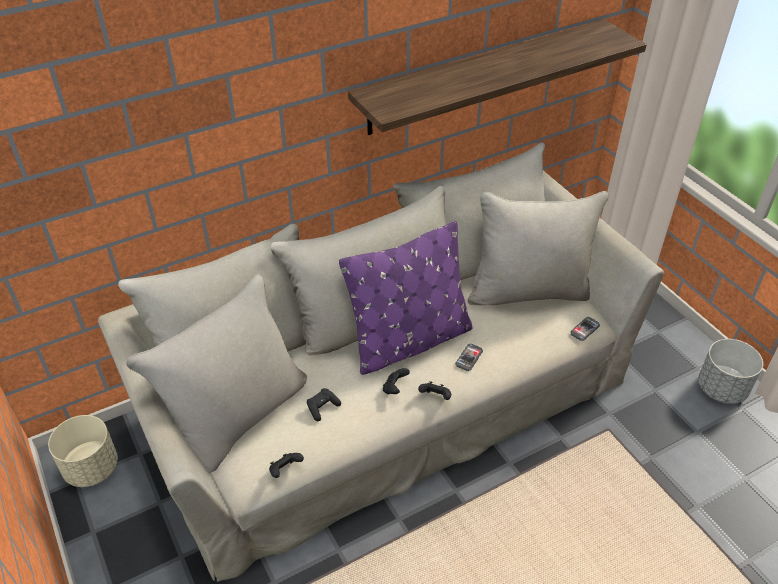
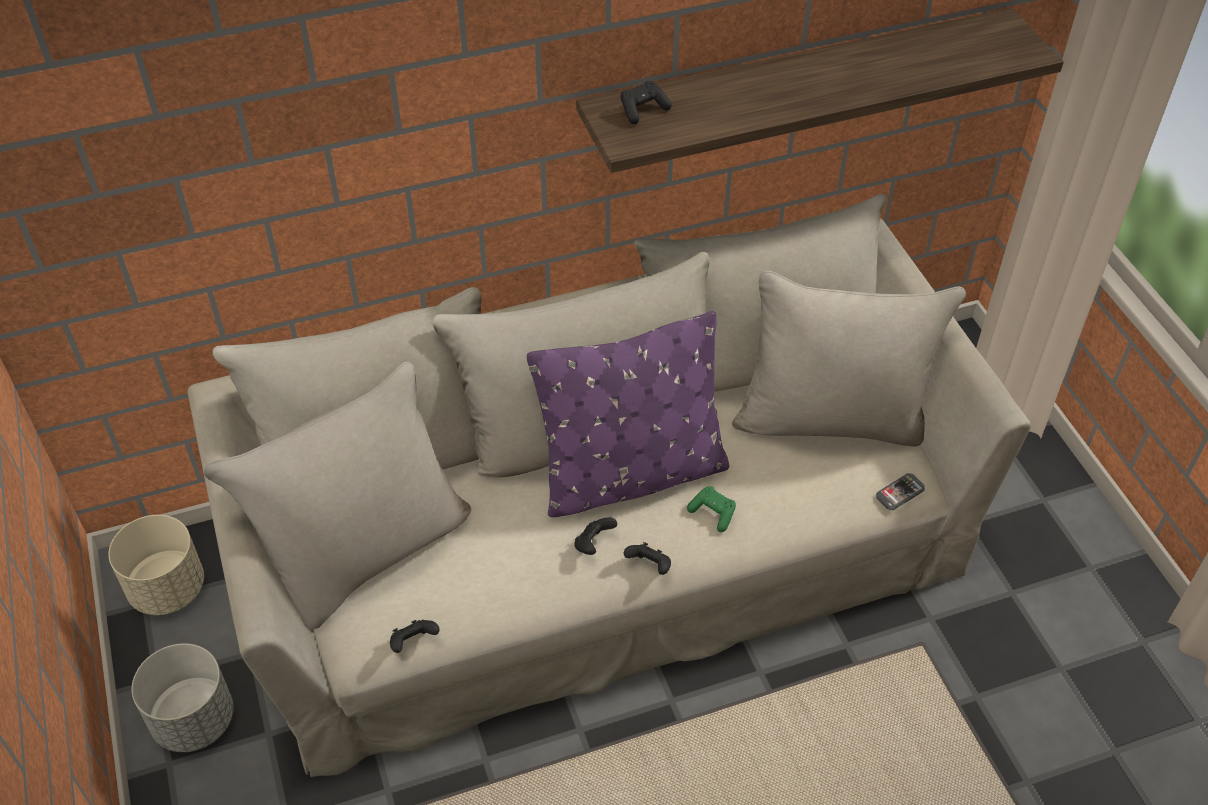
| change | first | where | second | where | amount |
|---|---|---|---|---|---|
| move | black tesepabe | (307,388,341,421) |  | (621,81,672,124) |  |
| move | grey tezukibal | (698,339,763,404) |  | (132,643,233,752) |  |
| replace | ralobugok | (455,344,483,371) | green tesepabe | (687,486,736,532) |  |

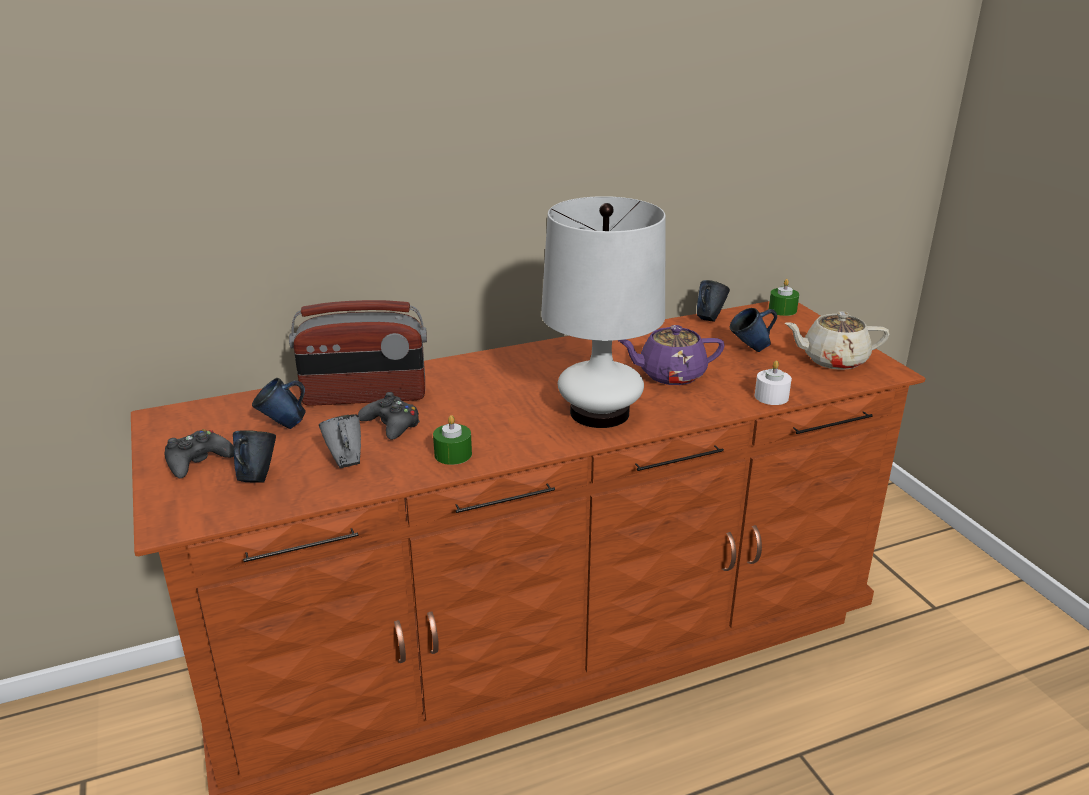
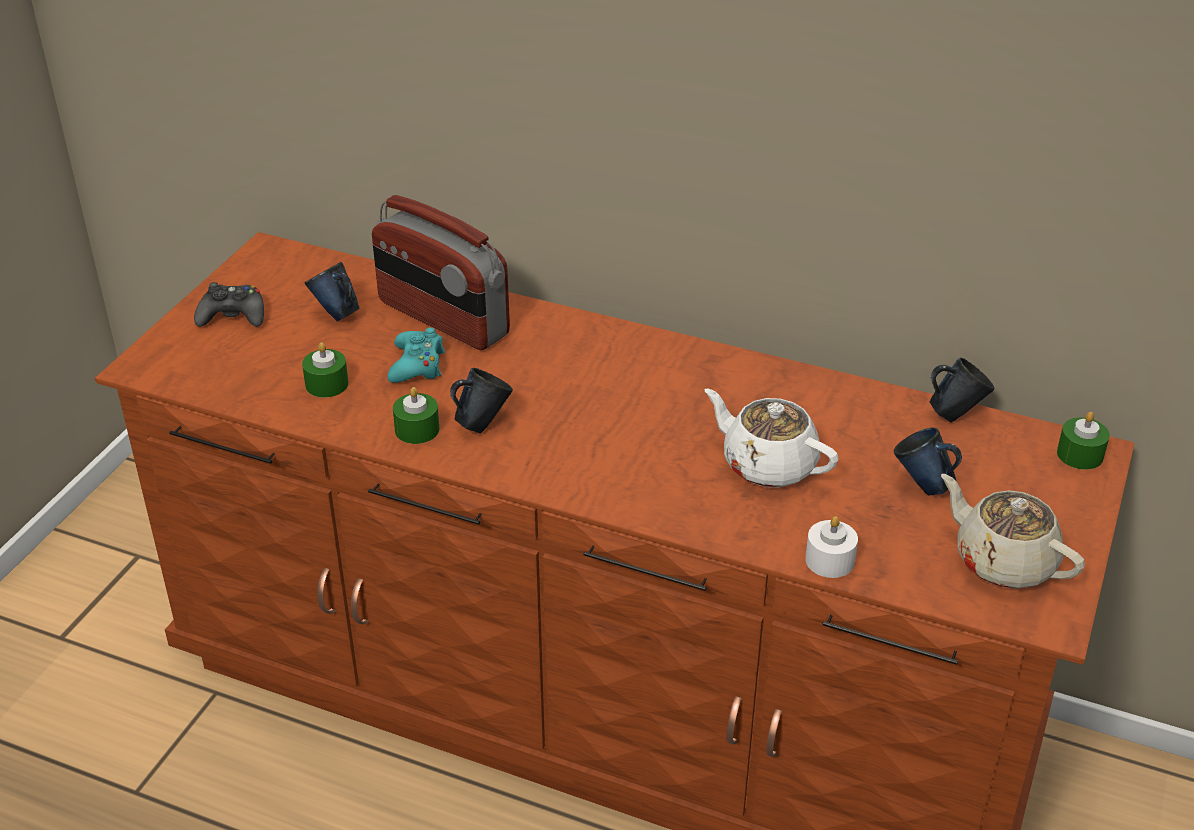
| change | first | where | second | where | amount |
|---|---|---|---|---|---|
| delete | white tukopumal | (541,196,665,428) |  |  |  |
| move | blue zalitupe | (233,430,276,483) |  | (450,368,513,434) |  |
| replace | grey zalitupe | (319,414,361,468) | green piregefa | (302,342,349,398) |  |
| recolor | black tesepabe | (358,392,420,440) | turquoise tesepabe | (387,327,445,383) |  |
| recolor | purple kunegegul | (618,325,725,385) | white kunegegul | (704,389,839,488) |  |

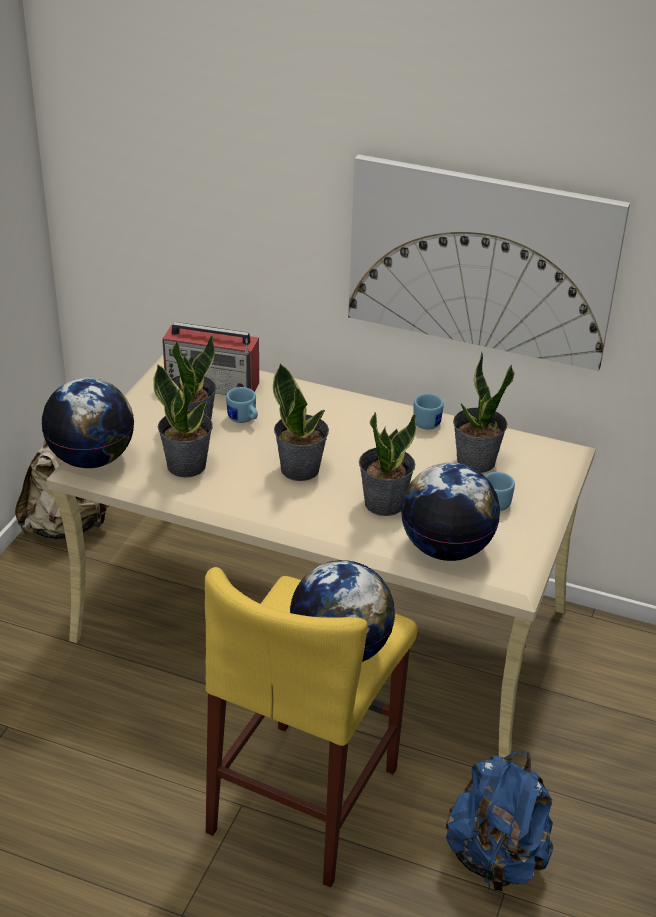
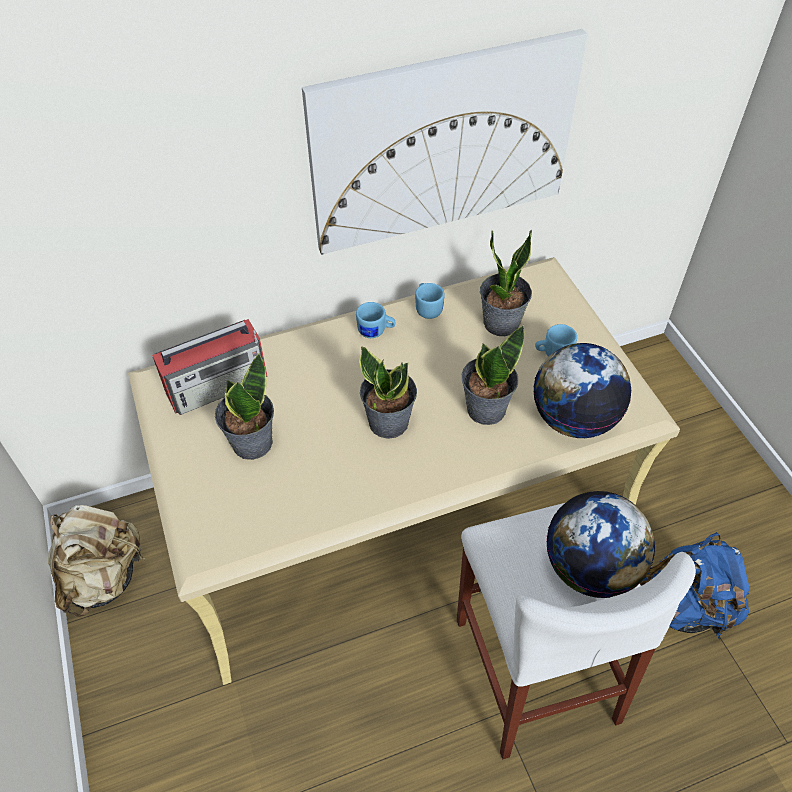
| change | first | where | second | where | amount |
|---|---|---|---|---|---|
| delete | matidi | (41,378,134,468) |  |  |  |
| delete | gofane | (153,364,213,477) |  |  |  |
| move | blue zalitupe | (226,387,258,423) |  | (356,302,396,338) |  |
| recolor | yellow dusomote | (205,567,417,887) | white dusomote | (457,503,696,759) |  |

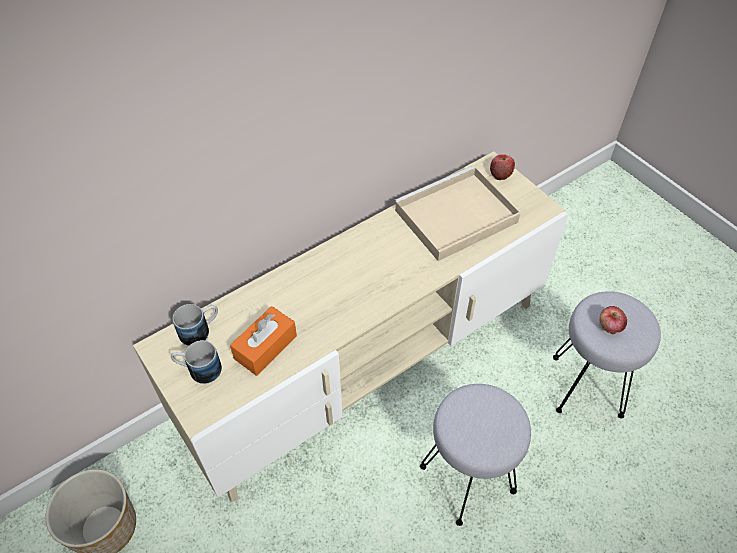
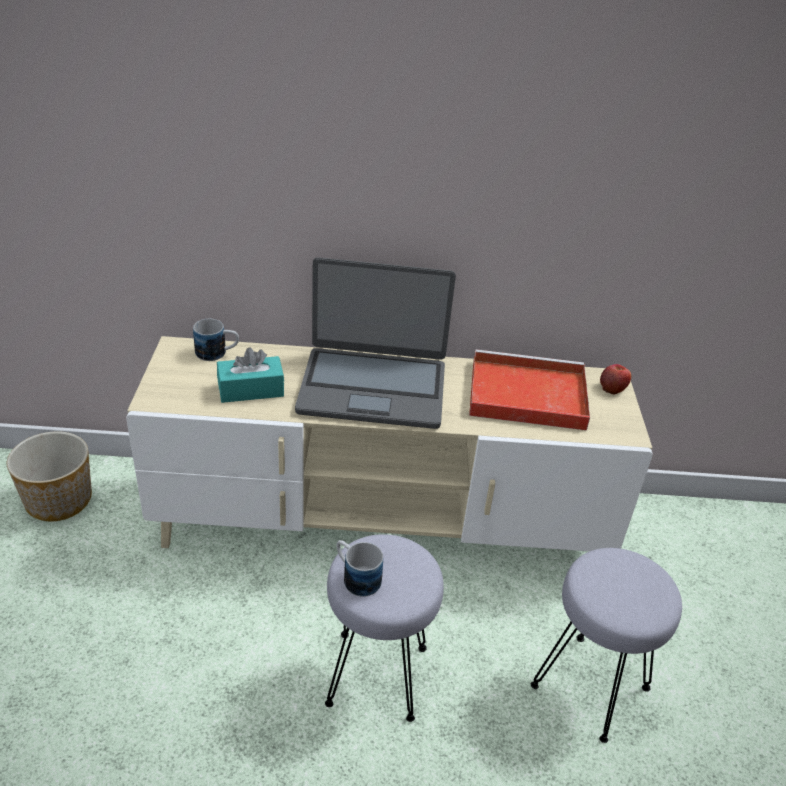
| change | first | where | second | where | amount |
|---|---|---|---|---|---|
| delete | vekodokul | (599,306,627,335) |  |  |  |
| insert |  |  | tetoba | (295,257,456,429) |  |
| move | zalitupe | (171,340,222,384) |  | (336,540,383,597) |  |
| recolor | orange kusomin | (230,306,297,376) | turquoise kusomin | (217,347,284,403) |  |
| recolor | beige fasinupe | (394,166,521,261) | red fasinupe | (469,349,590,431) |  |

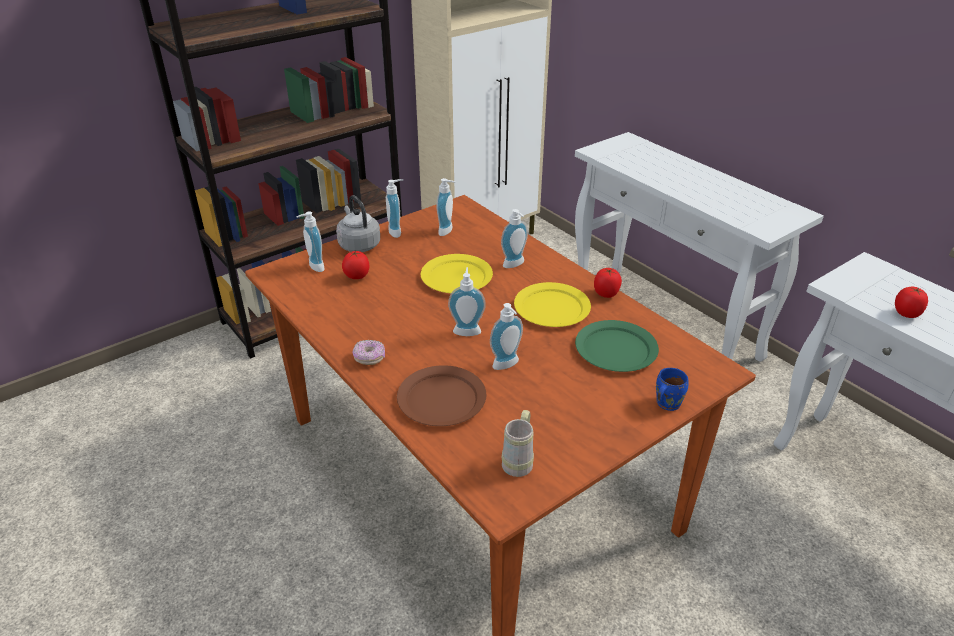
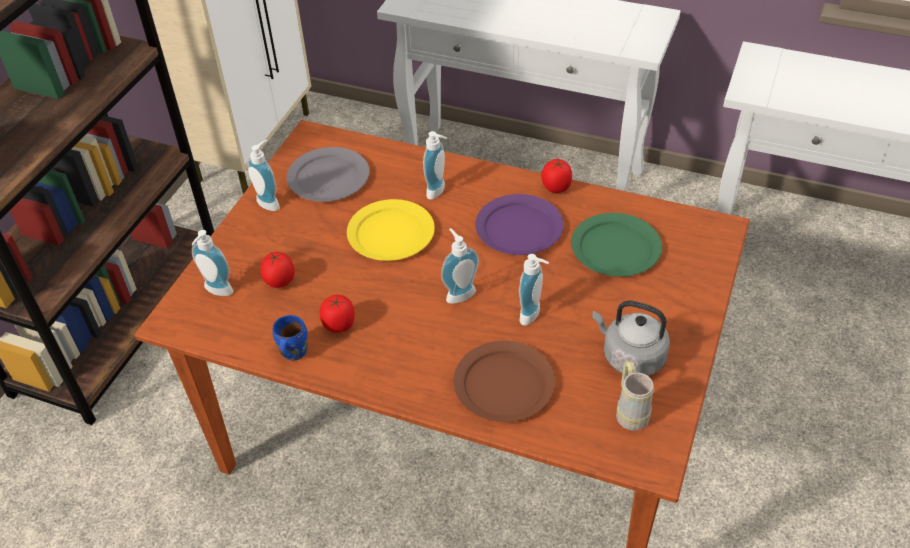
| change | first | where | second | where | amount |
|---|---|---|---|---|---|
| delete | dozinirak | (352,340,385,365) |  |  |  |
| move | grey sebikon | (336,195,380,252) |  | (592,301,670,376) |  |
| move | blue zalitupe | (656,368,688,411) |  | (272,315,308,360) |  |
| move | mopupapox | (895,287,928,318) |  | (320,294,355,333) |  |
| replace | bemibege | (436,178,455,236) | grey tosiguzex | (287,147,370,202) |  |
| recolor | yellow tosiguzex | (514,282,591,327) | purple tosiguzex | (475,194,564,255) |  |

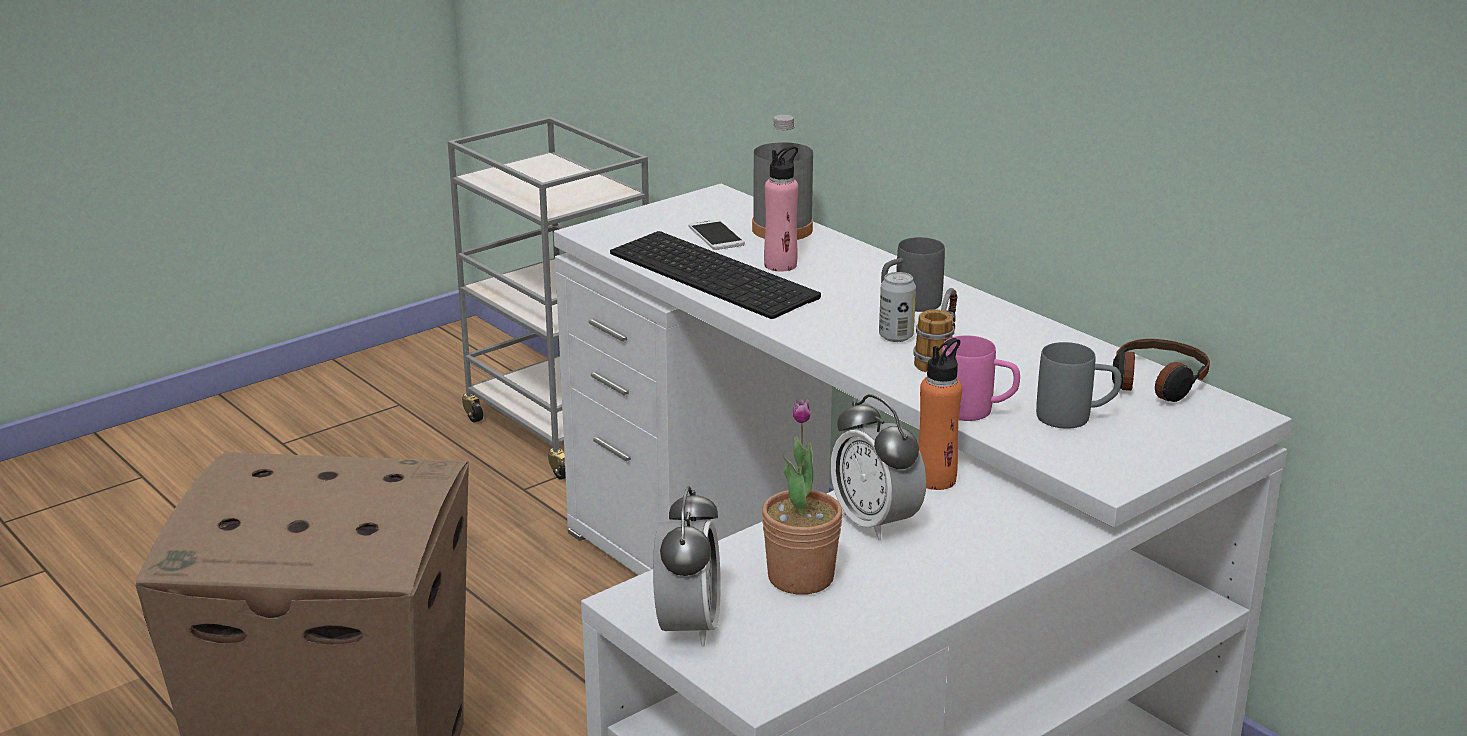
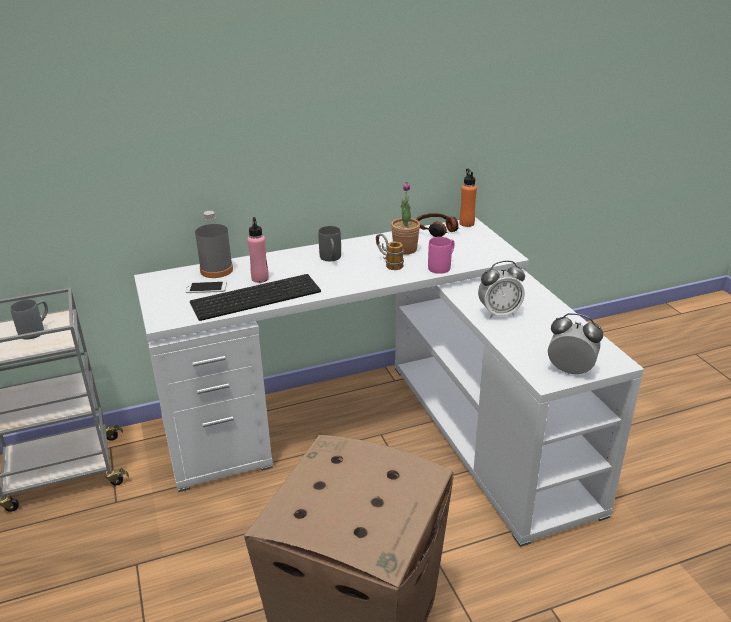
| change | first | where | second | where | amount |
|---|---|---|---|---|---|
| delete | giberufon | (879,272,916,342) |  |  |  |
| move | gofane | (762,399,843,594) |  | (391,182,420,255) |  |
| move | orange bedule | (918,338,962,490) |  | (460,169,477,227) |  |
| move | grey zalitupe | (1036,342,1121,429) |  | (10,299,48,340) |  |

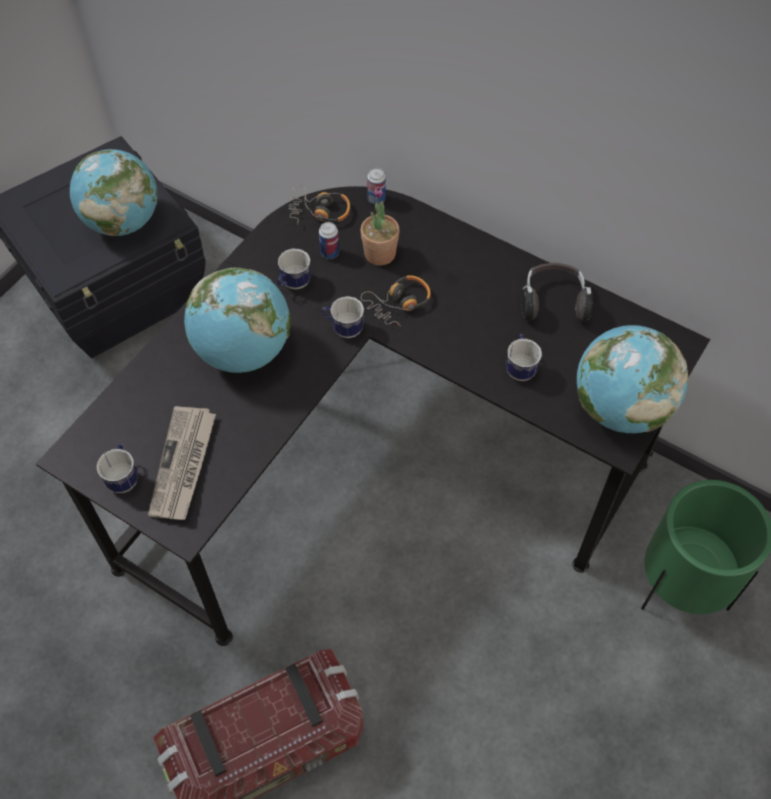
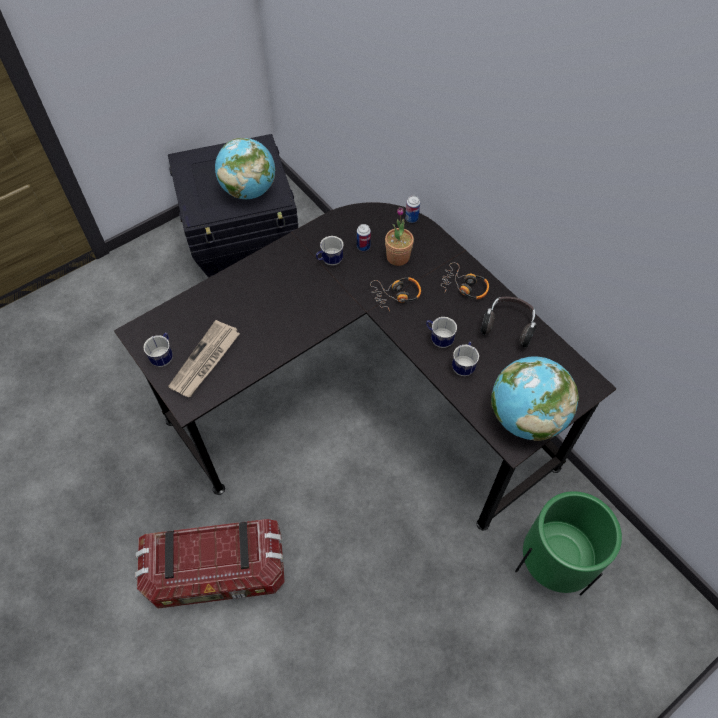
| change | first | where | second | where | amount |
|---|---|---|---|---|---|
| delete | matidi | (184,268,290,373) |  |  |  |
| move | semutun | (289,185,350,225) |  | (441,263,489,300) |  |
| move | zalitupe | (322,296,364,338) |  | (426,317,457,348) |  |

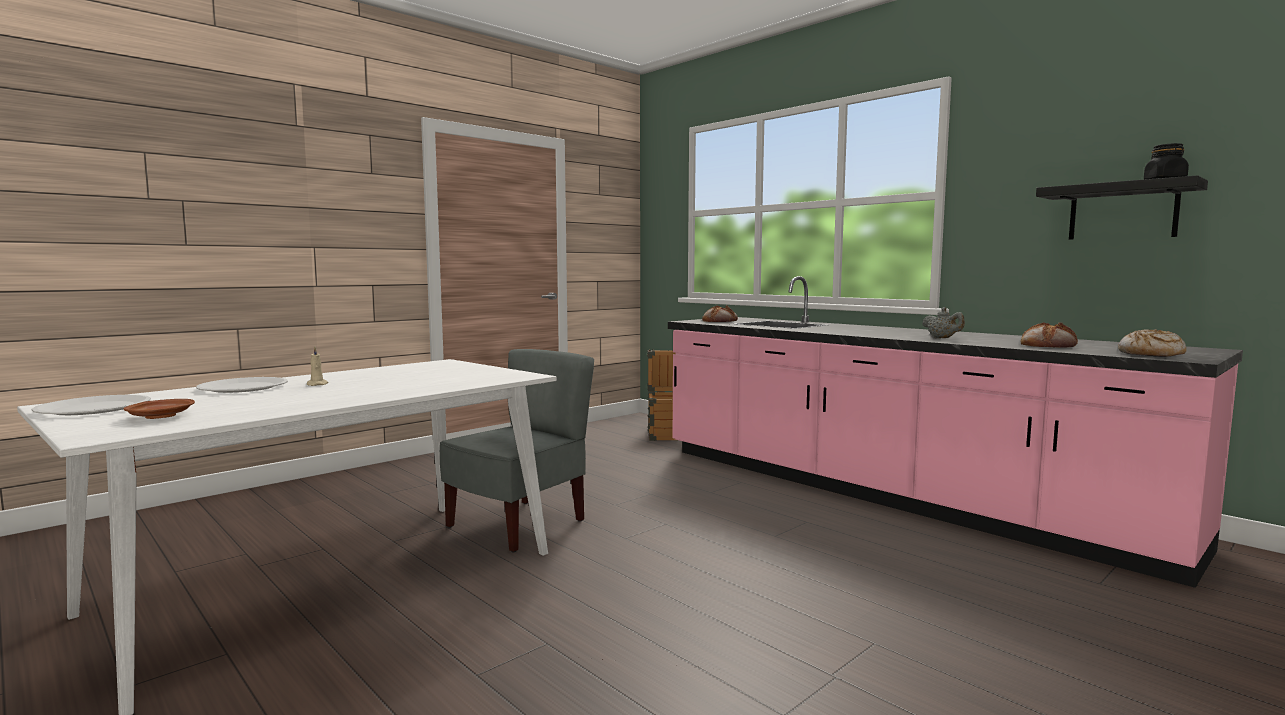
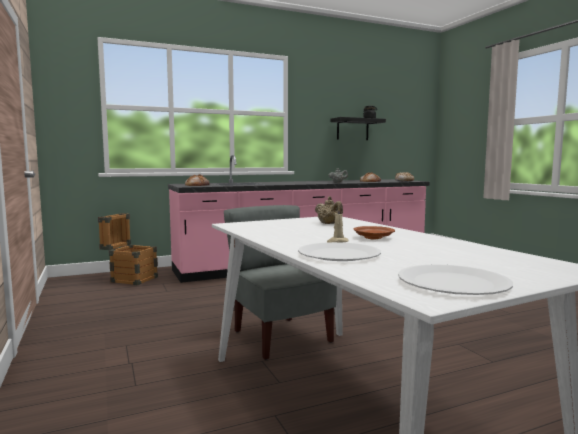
| change | first | where | second | where | amount |
|---|---|---|---|---|---|
| insert |  |  | beige kunegegul | (315,196,343,224) |  |
| move | brown tosiguzex | (124,399,195,419) |  | (354,226,395,240) |  |

